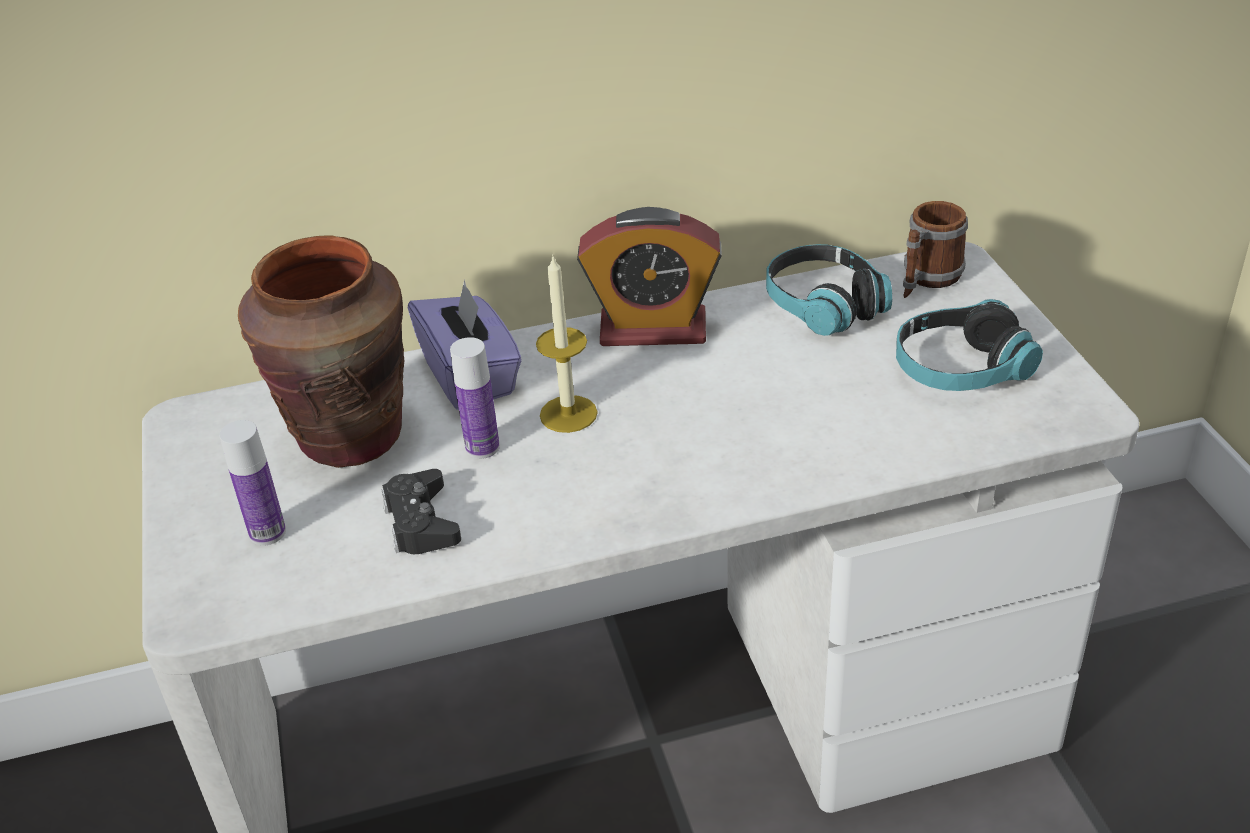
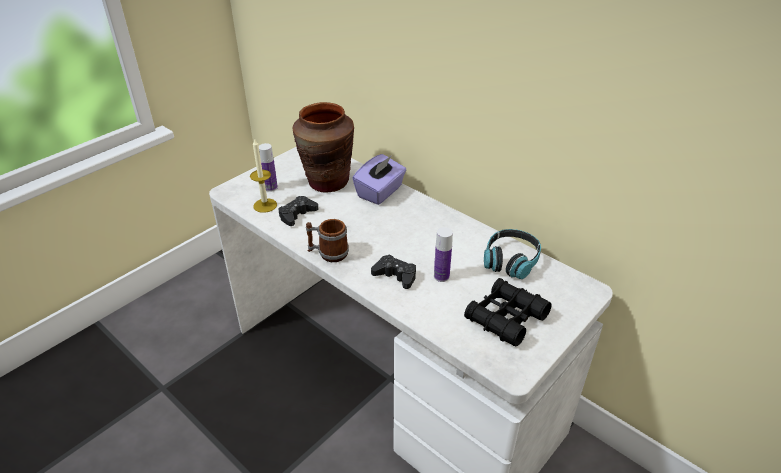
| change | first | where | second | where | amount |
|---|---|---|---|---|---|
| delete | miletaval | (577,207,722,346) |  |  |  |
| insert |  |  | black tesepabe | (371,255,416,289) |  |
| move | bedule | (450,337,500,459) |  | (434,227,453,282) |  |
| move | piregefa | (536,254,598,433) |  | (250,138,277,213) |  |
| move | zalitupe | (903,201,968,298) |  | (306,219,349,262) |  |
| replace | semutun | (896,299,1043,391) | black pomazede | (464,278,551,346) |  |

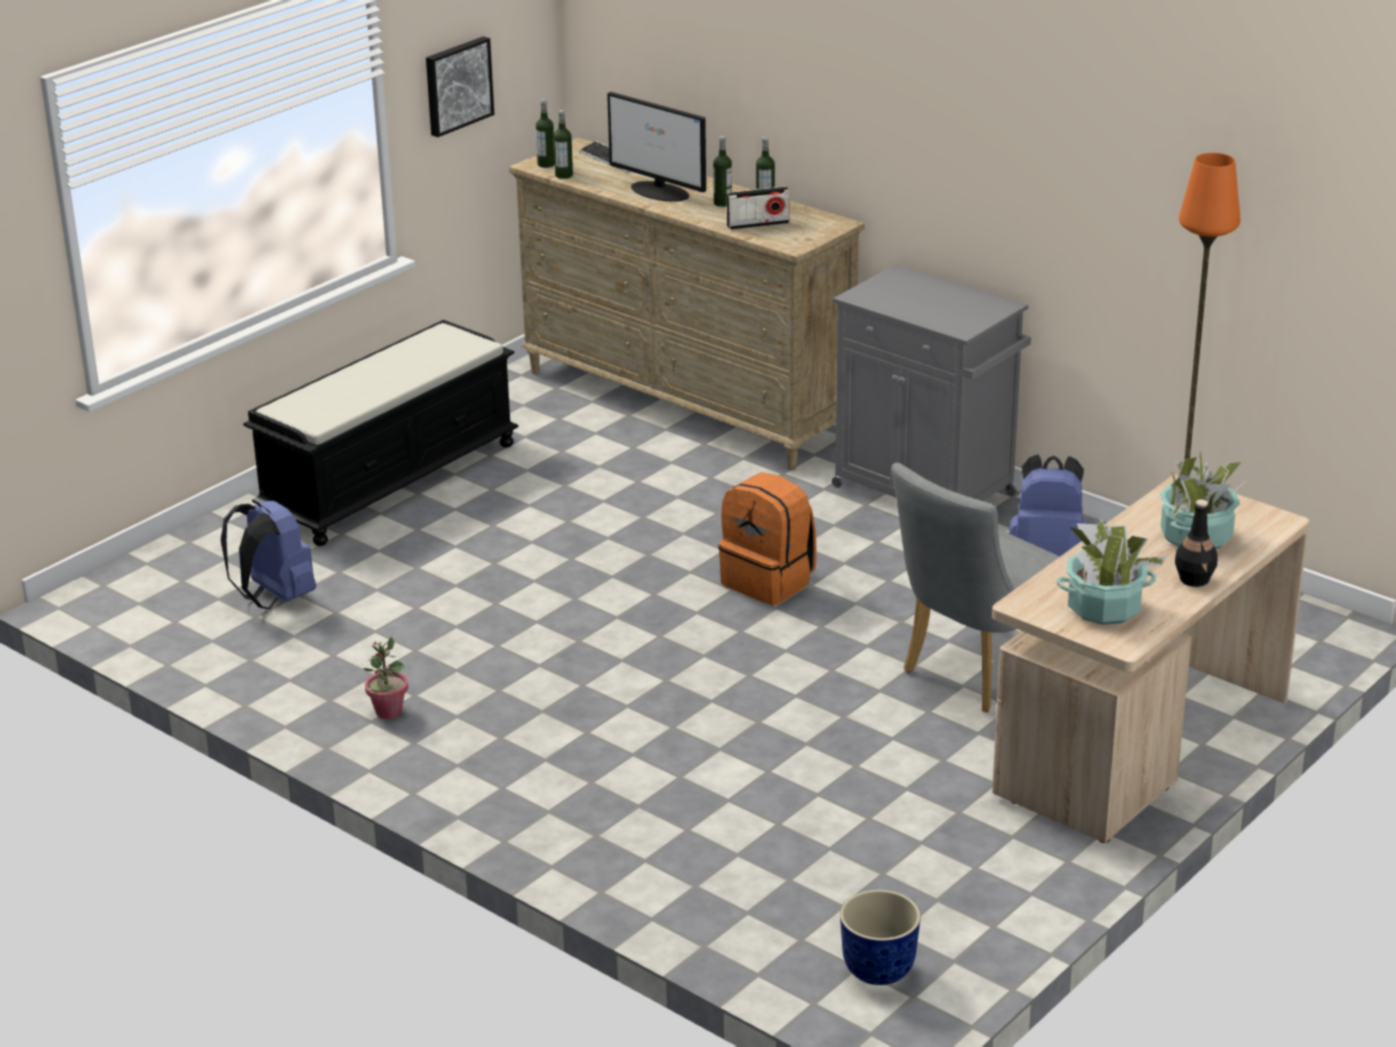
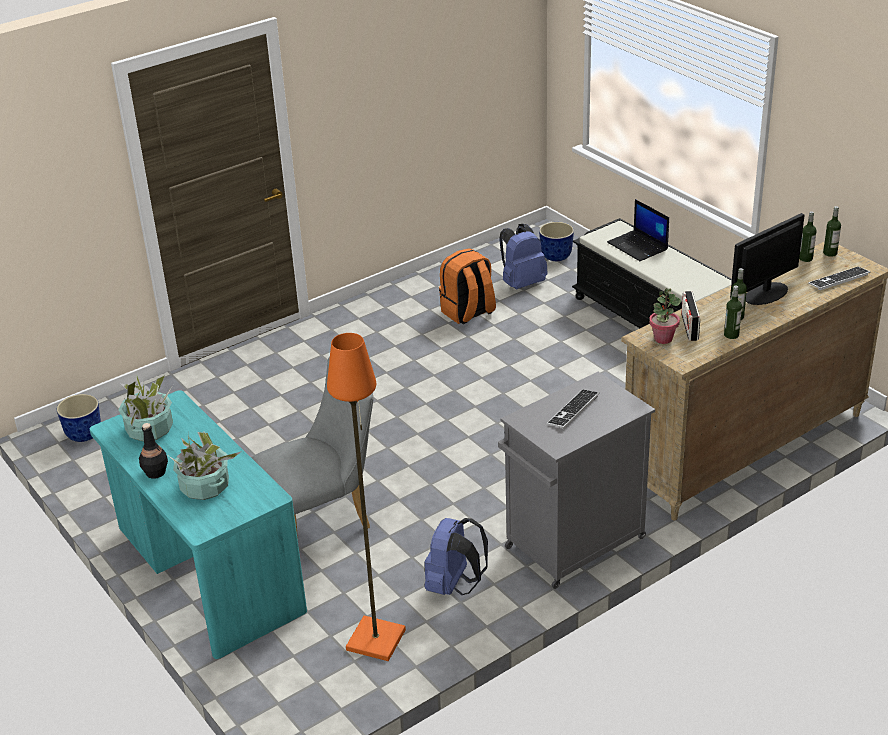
| change | first | where | second | where | amount |
|---|---|---|---|---|---|
| delete | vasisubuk | (426,36,494,137) |  |  |  |
| insert |  |  | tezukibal | (539,222,574,261) |  |
| insert |  |  | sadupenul | (547,389,599,429) |  |
| insert |  |  | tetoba | (607,199,669,261) |  |
| move | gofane | (363,637,408,719) |  | (649,288,681,344) |  |
| move | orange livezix | (718,472,817,605) |  | (439,248,496,324) |  |
| recolor | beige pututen | (992,475,1309,843) | turquoise pututen | (90,390,307,659) |  |
| rotate | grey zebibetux | (891,463,1060,712) |  | (251,357,373,539) | 90 degrees clockwise |

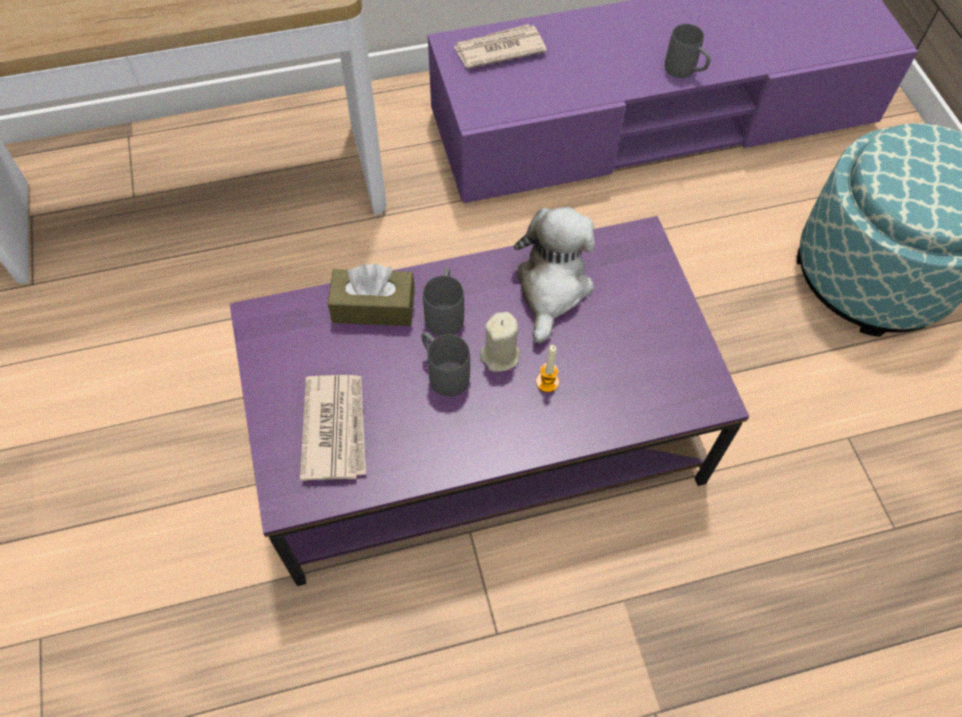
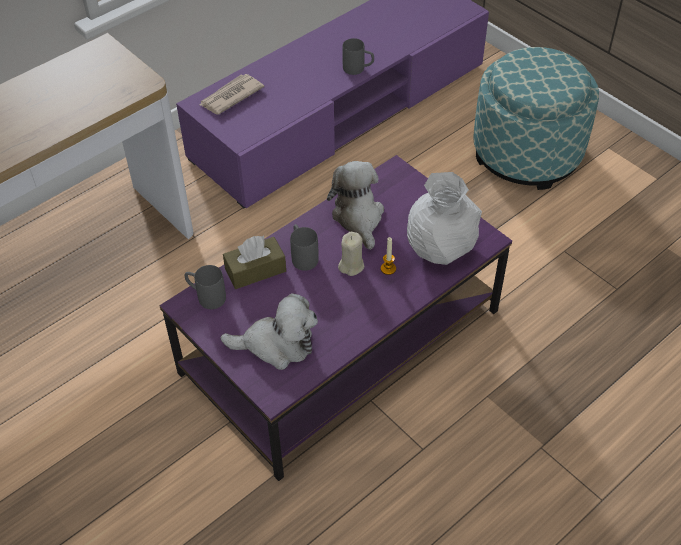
| change | first | where | second | where | amount |
|---|---|---|---|---|---|
| insert |  |  | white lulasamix | (407,172,482,265) |  |
| move | grey zalitupe | (422,331,470,397) |  | (185,265,226,309) |  |
| replace | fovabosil | (300,375,366,481) | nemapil | (220,293,318,370) |  |

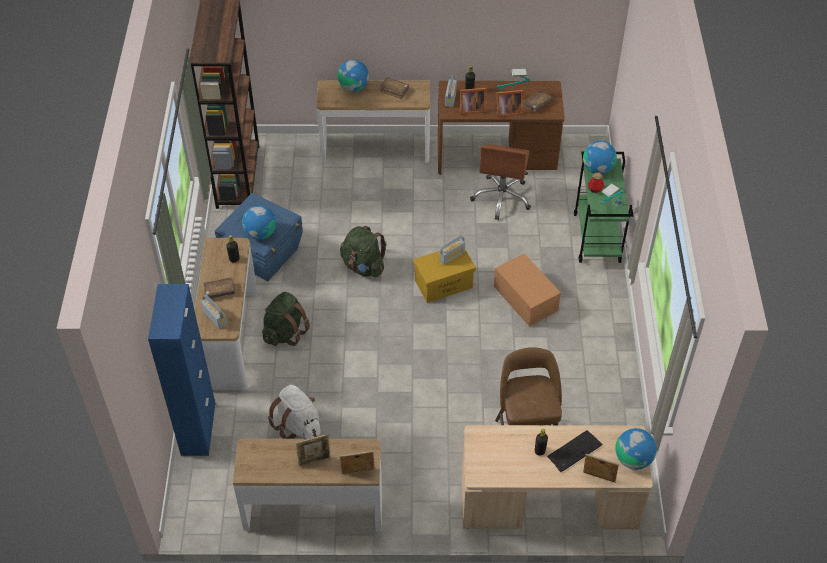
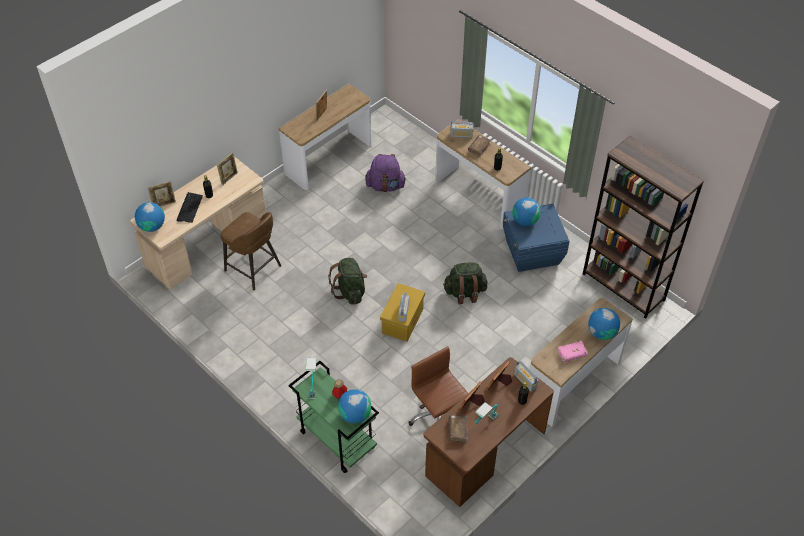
| change | first | where | second | where | amount |
|---|---|---|---|---|---|
| delete | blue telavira | (148,284,215,456) |  |  |  |
| delete | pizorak | (494,253,561,326) |  |  |  |
| move | green livezix | (262,292,310,346) |  | (328,258,367,305) |  |
| move | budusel | (339,451,375,474) |  | (217,152,238,186) |  |
| recolor | white livezix | (268,385,321,439) | purple livezix | (365,154,406,192) |  |
| recolor | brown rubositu | (380,77,409,99) | pink rubositu | (557,341,588,362) |  |

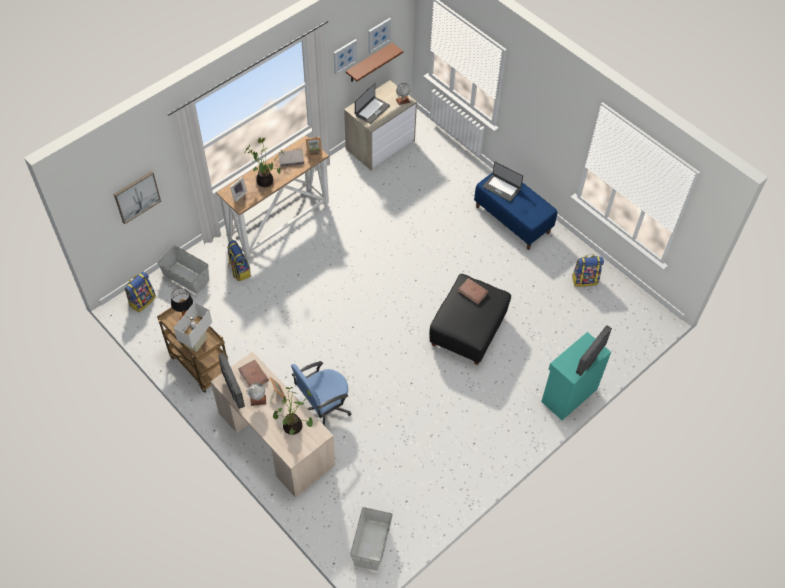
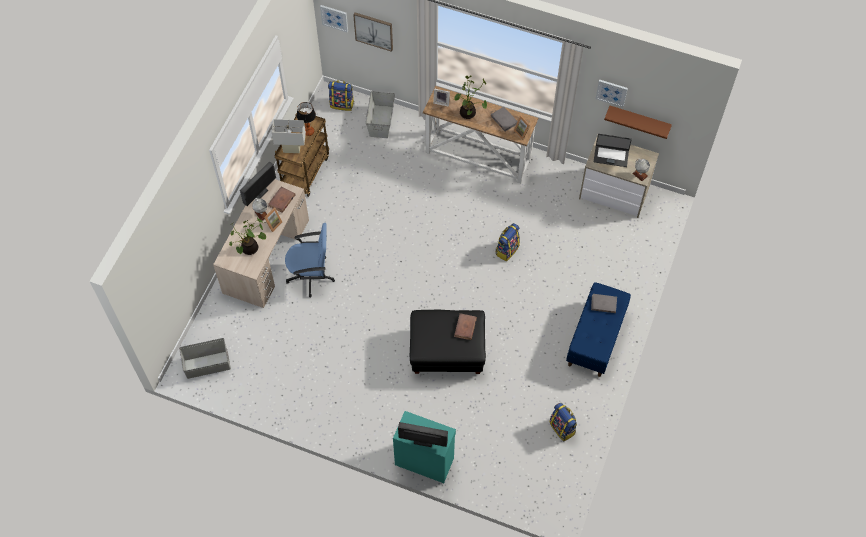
| change | first | where | second | where | amount |
|---|---|---|---|---|---|
| move | livezix | (227,240,251,281) |  | (495,223,520,262) |  |
| move | vasisubuk | (368,18,391,53) |  | (320,5,348,32) |  |
| replace | tetoba | (483,161,523,202) | grey rubositu | (591,294,617,313) |  |
| rotate | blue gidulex | (291,361,351,426) |  | (285,223,335,297) | 150 degrees clockwise |

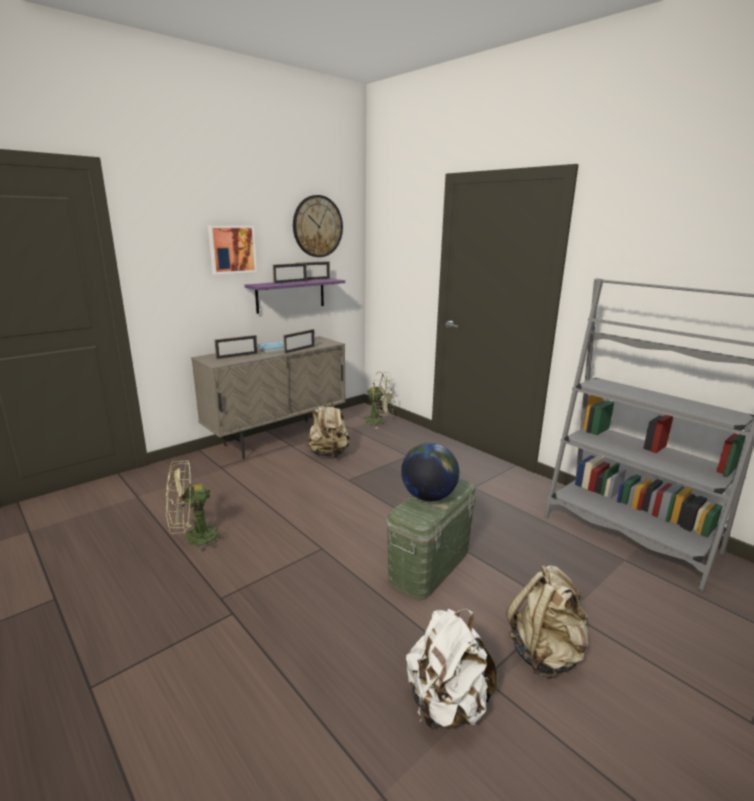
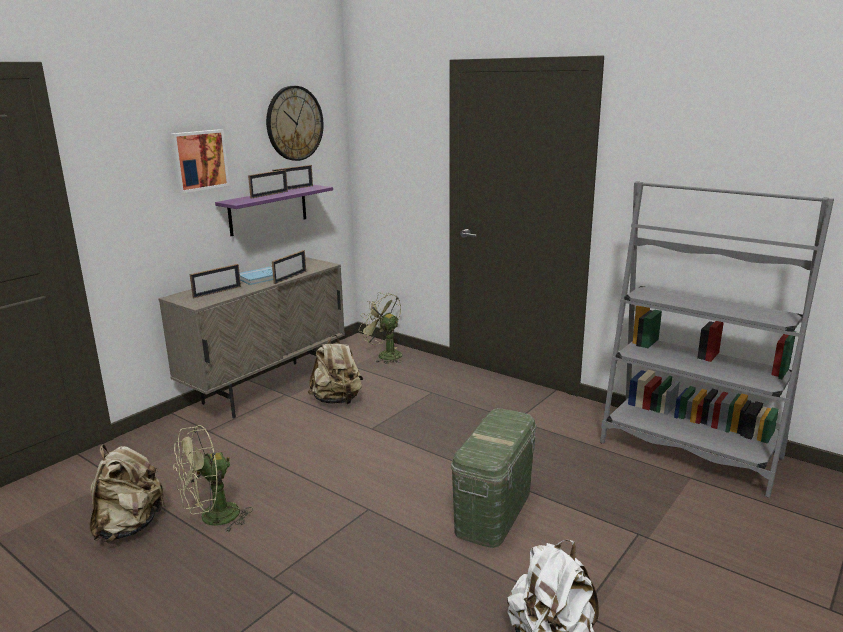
| change | first | where | second | where | amount |
|---|---|---|---|---|---|
| delete | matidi | (401,443,459,501) |  |  |  |
| move | beige livezix | (506,565,589,679) |  | (90,444,166,543) |  |
| rotate | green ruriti | (362,371,396,429) |  | (359,292,402,364) | 150 degrees counterclockwise |

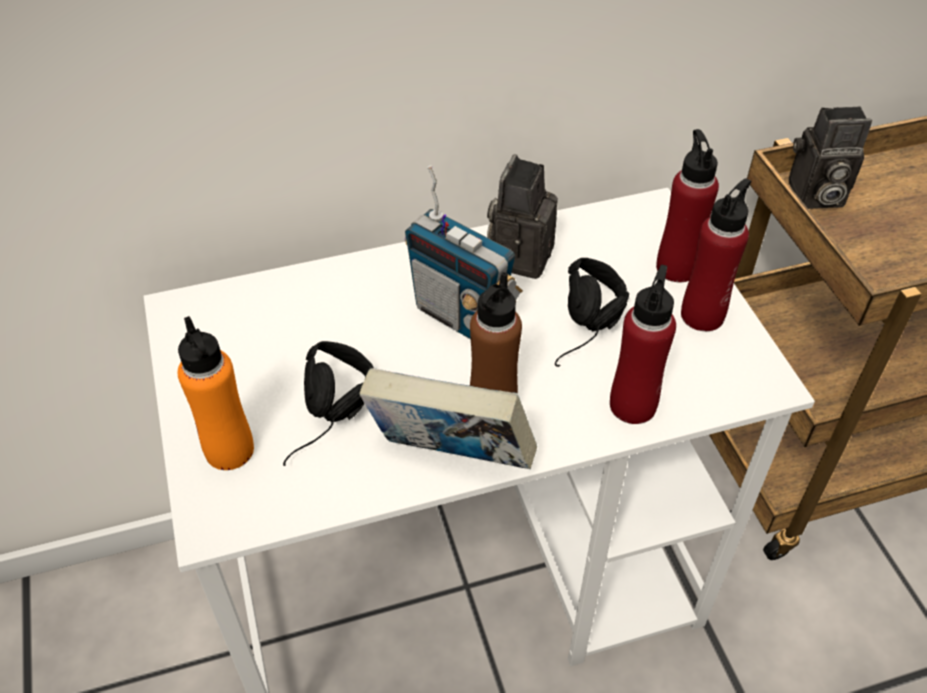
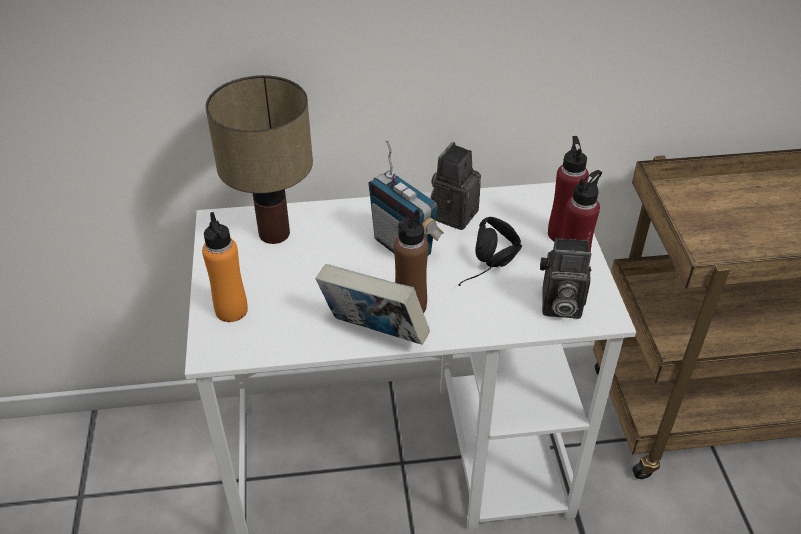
| change | first | where | second | where | amount |
|---|---|---|---|---|---|
| delete | black semutun | (283,341,374,466) |  |  |  |
| delete | red bedule | (610,265,676,424) |  |  |  |
| insert |  |  | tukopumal | (205,75,313,244) |  |
| move | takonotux | (789,106,872,209) |  | (540,237,591,319) |  |

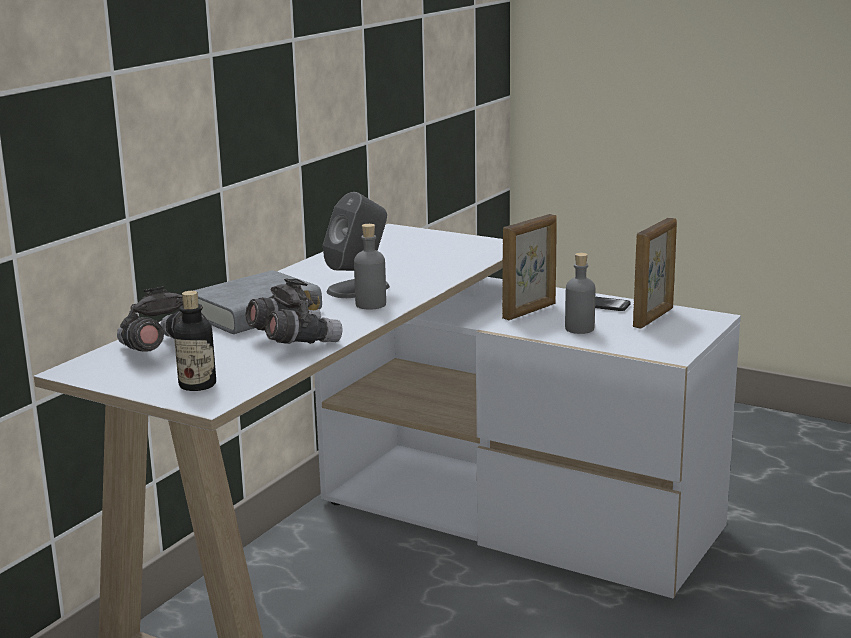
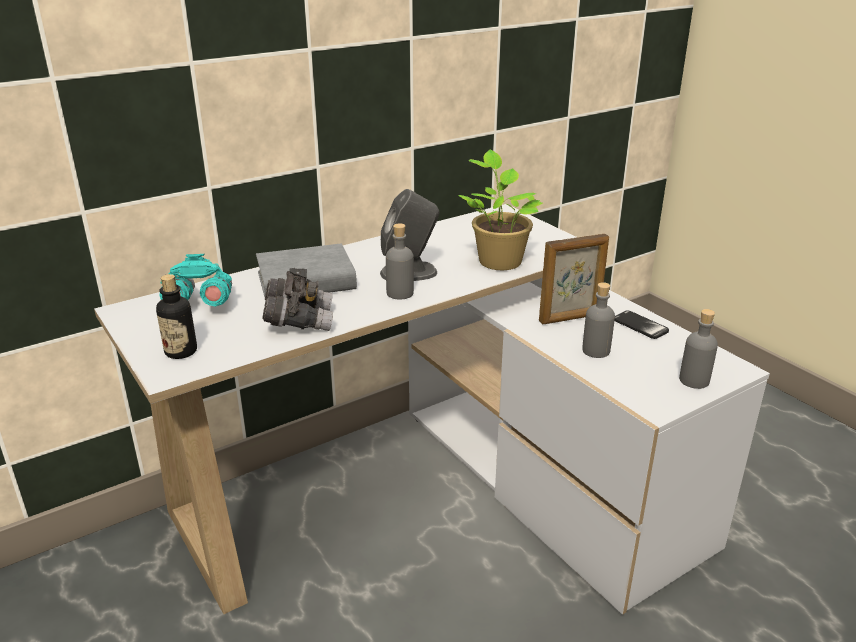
| change | first | where | second | where | amount |
|---|---|---|---|---|---|
| delete | budusel | (633,218,677,329) |  |  |  |
| insert |  |  | gofane | (458,149,543,270) |  |
| insert |  |  | grey bedule | (679,309,718,389) |  |
| recolor | grey pomazede | (117,286,207,352) | turquoise pomazede | (160,254,232,307) |  |

